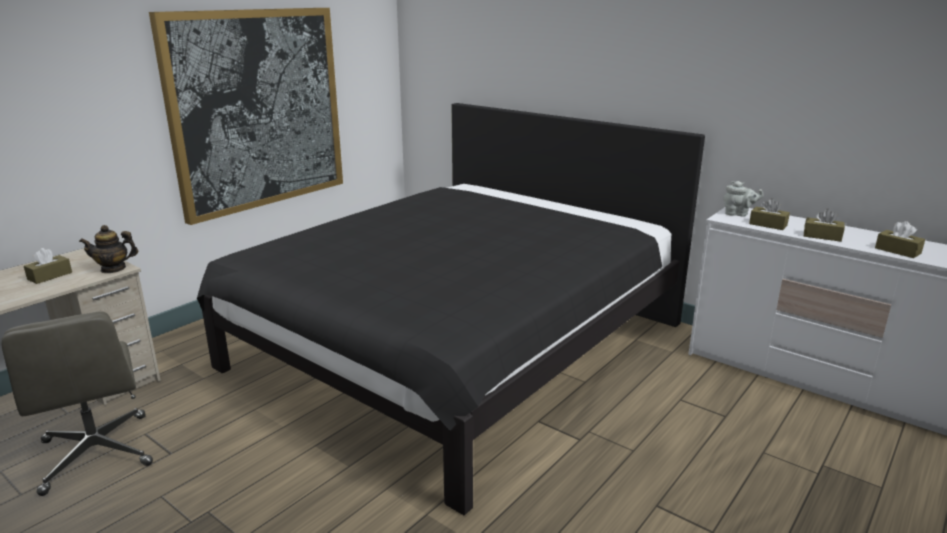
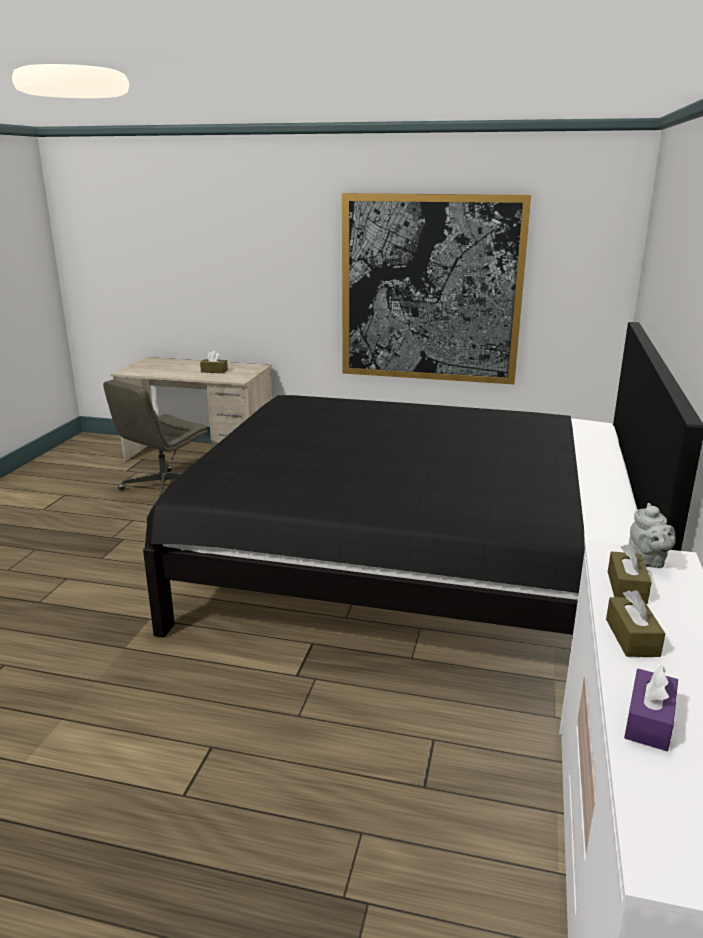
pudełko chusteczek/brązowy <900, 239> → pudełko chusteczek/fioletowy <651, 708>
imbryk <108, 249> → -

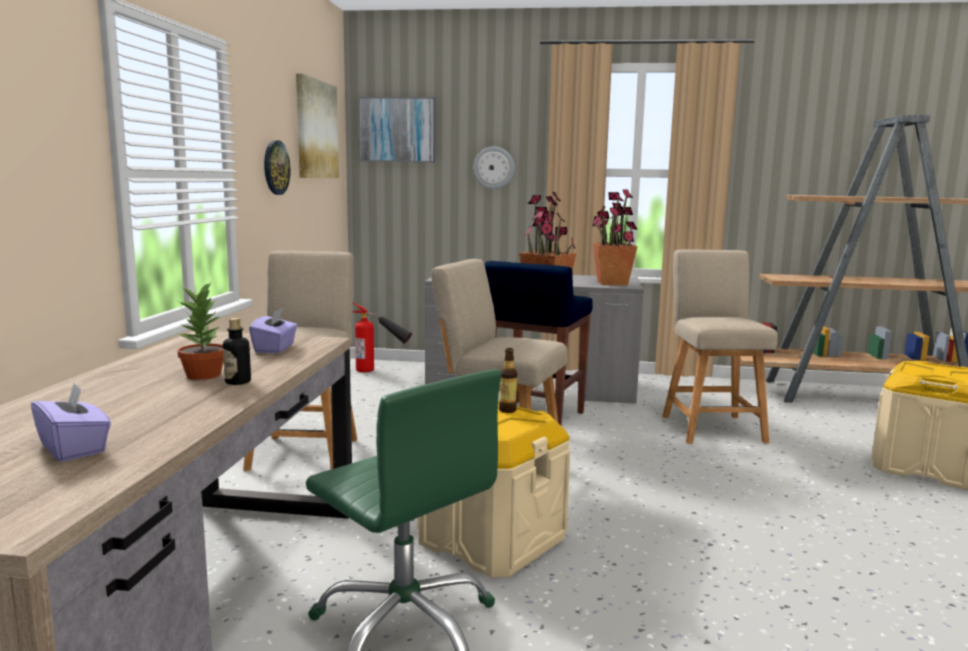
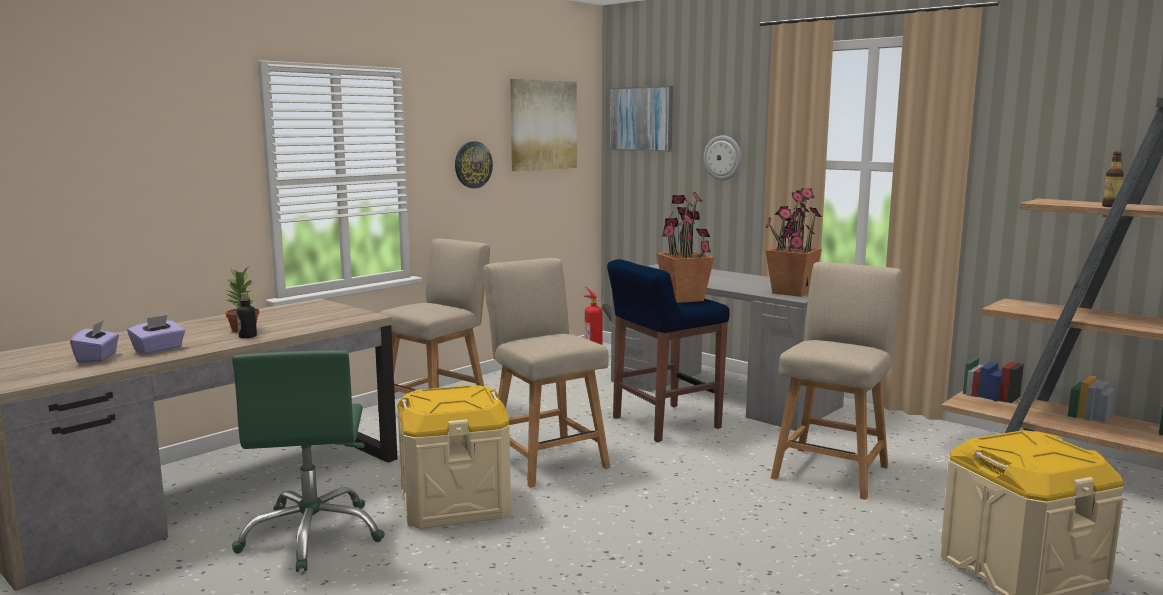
pudełko chusteczek/fioletowy <273, 330> → pudełko chusteczek/fioletowy <156, 335>, move
butelka <508, 380> → butelka <1113, 179>, move

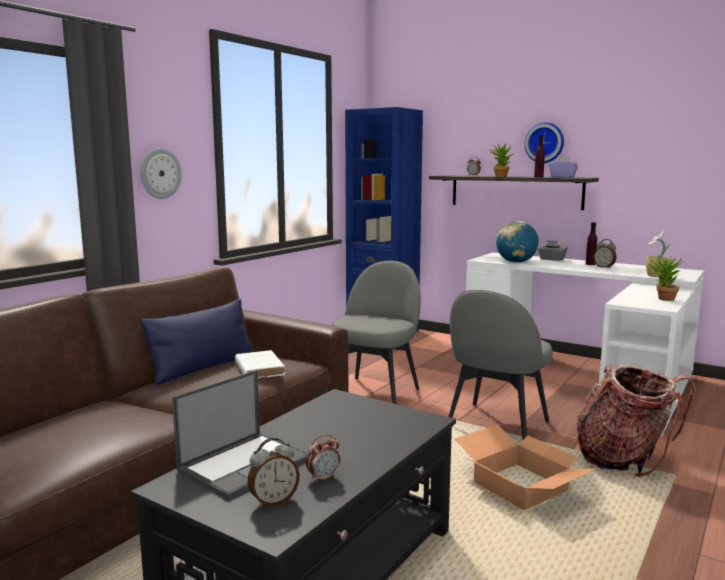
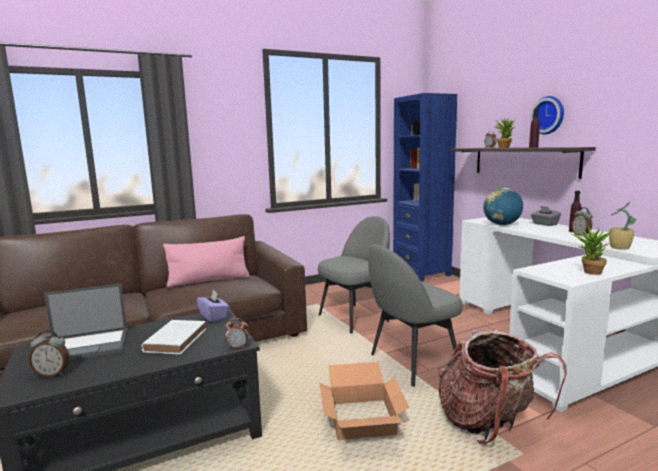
książka/biały <260, 364> → książka/biały <173, 337>, move
poduszka/niebieski <197, 342> → poduszka/różowy <206, 261>
pudełko chusteczek/fioletowy <563, 167> → pudełko chusteczek/fioletowy <213, 306>, move
budzik <323, 458> → budzik <236, 333>, move
zegar ścienny <161, 173> → -

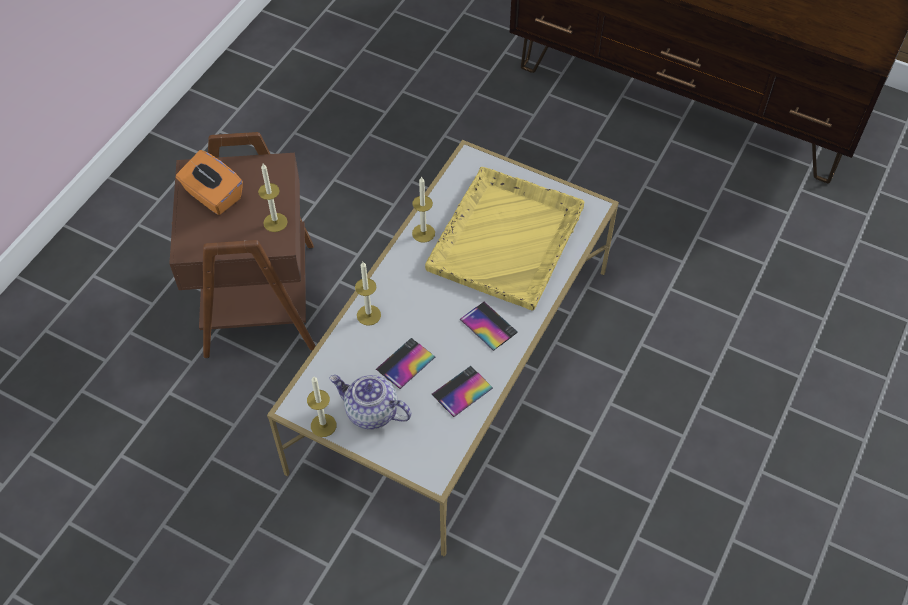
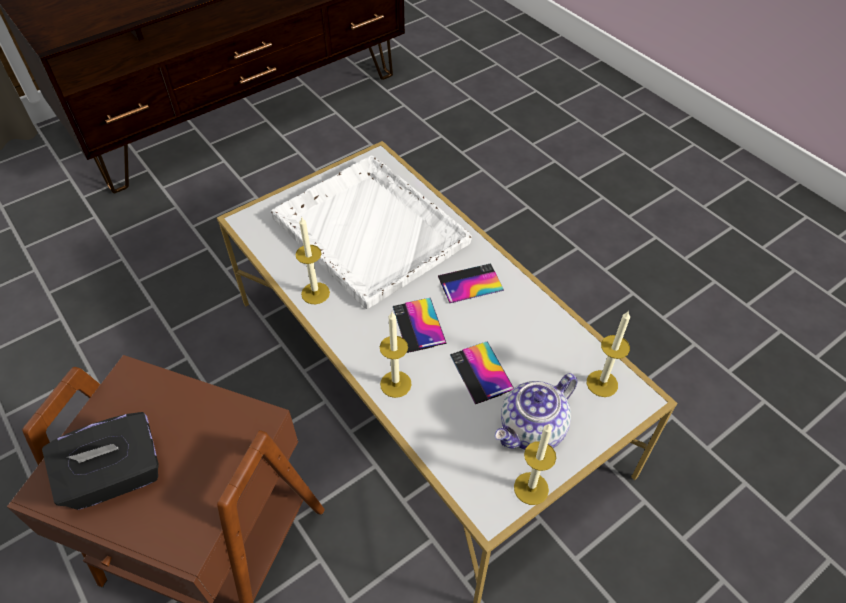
pudełko chusteczek/pomarańczowy <209, 182> → pudełko chusteczek/czarny <100, 461>
taca/żółty <504, 238> → taca/biały <371, 232>
telefon <462, 391> → telefon <420, 325>, move
świeca <273, 197> → świeca <608, 354>, move

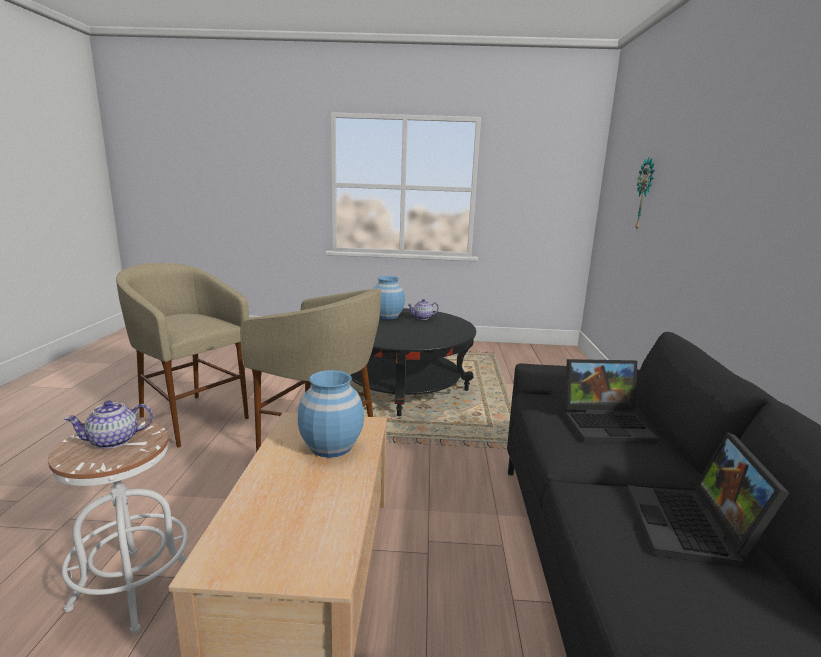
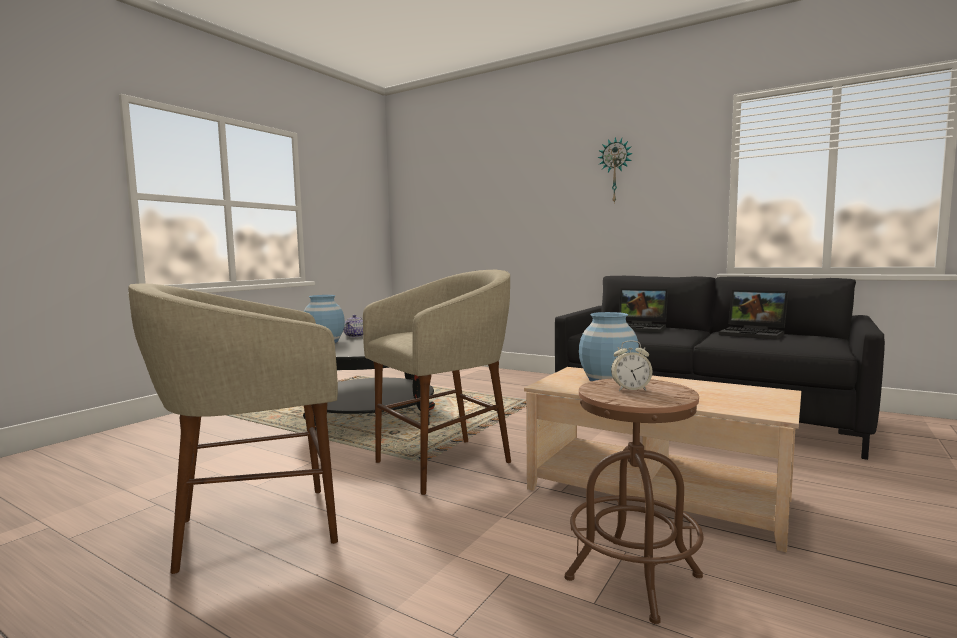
stołek/biały <118, 527> → stołek/brązowy <634, 501>
zegar ścienny <645, 194> → zegar ścienny <615, 170>, move
imbryk <108, 424> → budzik <631, 365>
laptop <611, 401> → laptop <643, 310>, 90 degrees clockwise

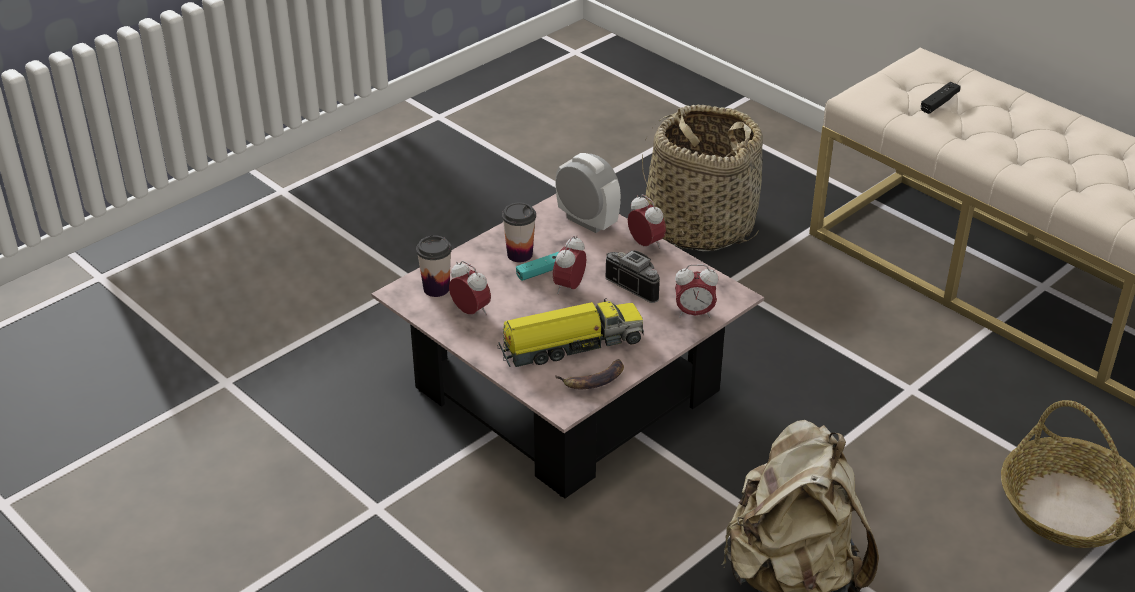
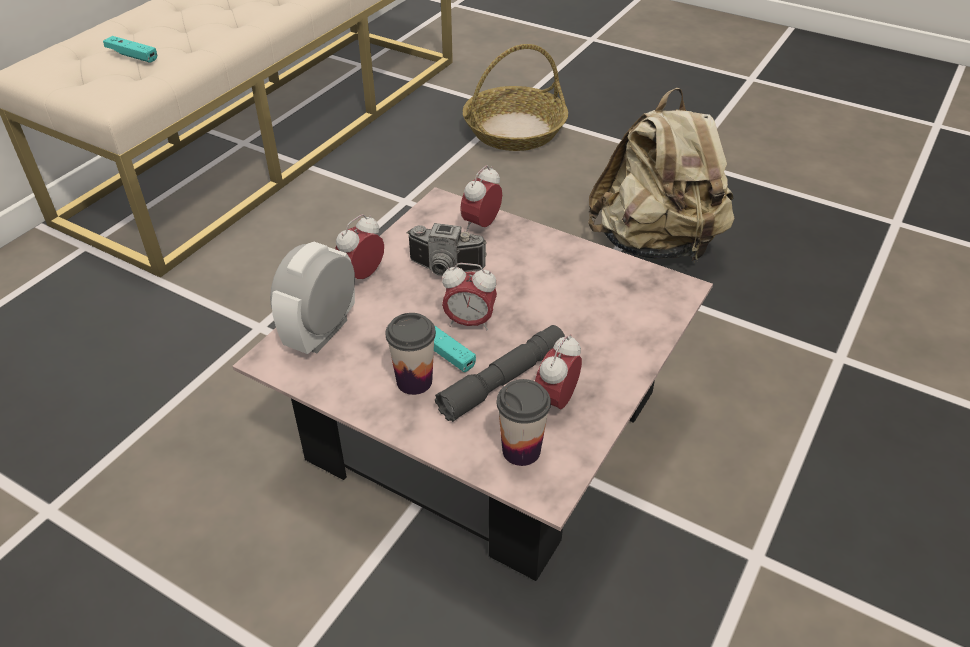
pad do gier/czarny <941, 98> → pad do gier/turkusowy <130, 49>
aparat fotograficzny <632, 276> → aparat fotograficzny <447, 249>, 105 degrees counterclockwise
- → latarka/szary <500, 373>
budzik <696, 291> → budzik <481, 198>, 135 degrees counterclockwise
ciężarówka zabawkowa <571, 333> → -
banan <589, 374> → -
koszyk <702, 178> → -

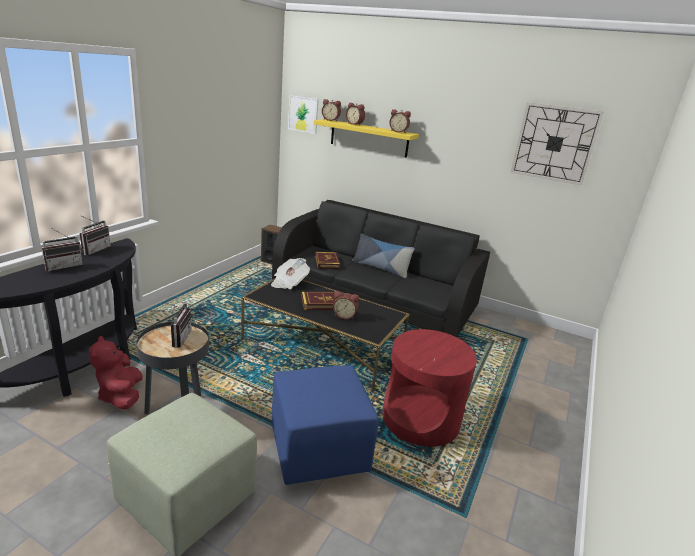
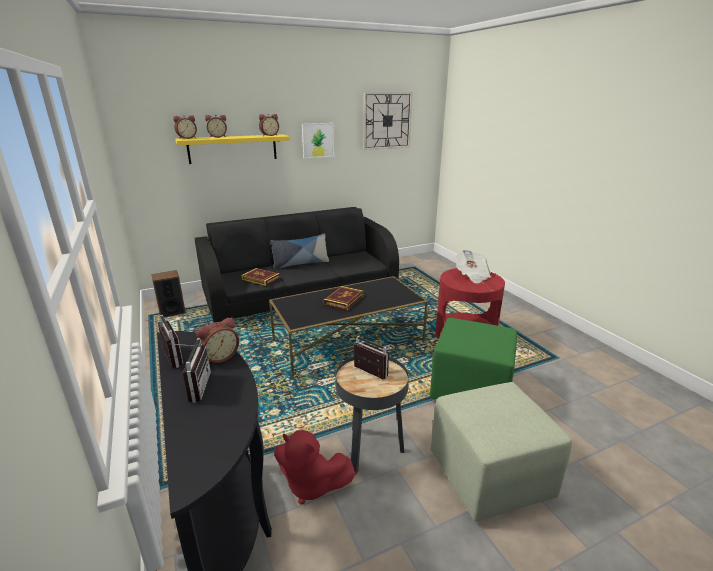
budzik <346, 305> → budzik <217, 340>, move
obraz <303, 114> → obraz <318, 140>, move
pufa/niebieski <325, 425> → pufa/zielony <473, 358>
gazeta <290, 273> → gazeta <474, 267>, move

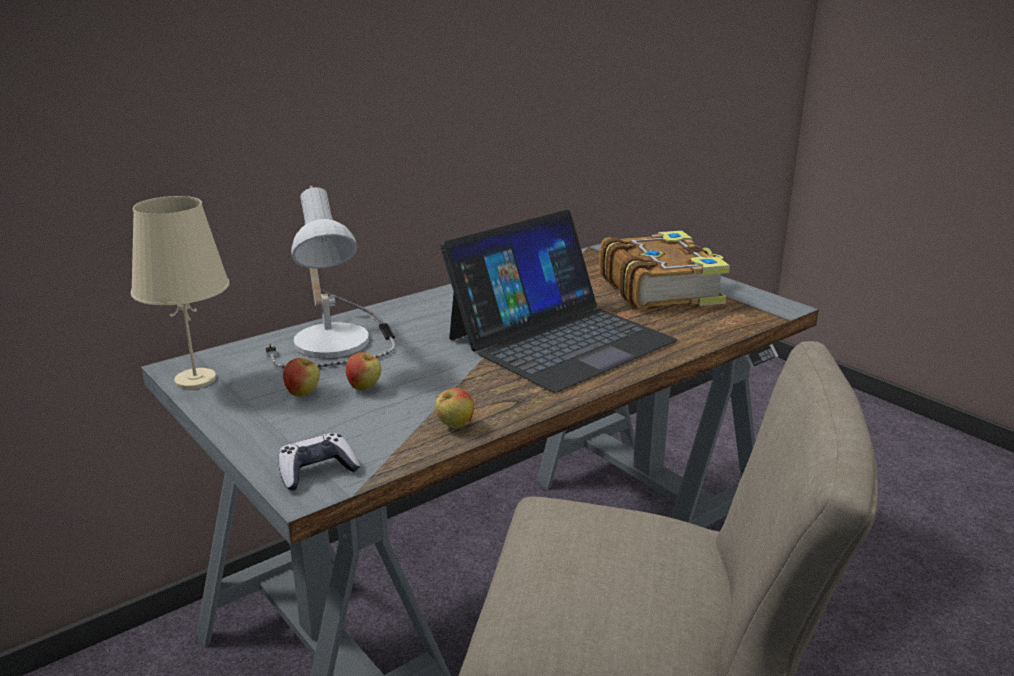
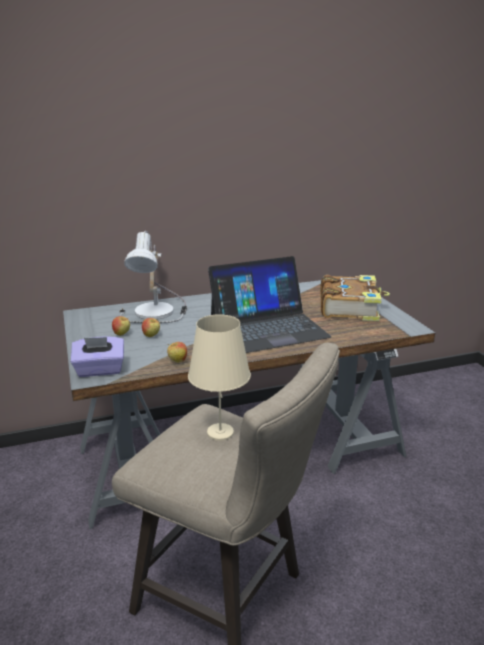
pad do gier <319, 461> → pudełko chusteczek/fioletowy <97, 357>
lampa stołowa/beżowy <180, 292> → lampa stołowa/beżowy <219, 377>, move

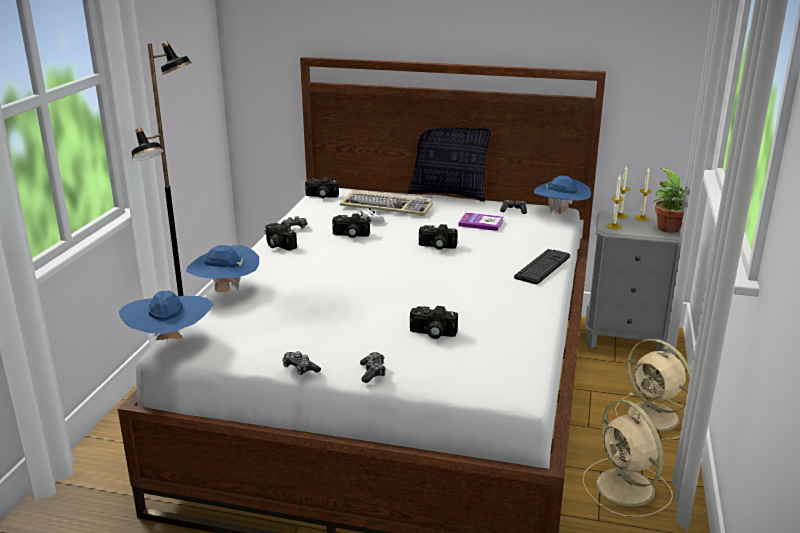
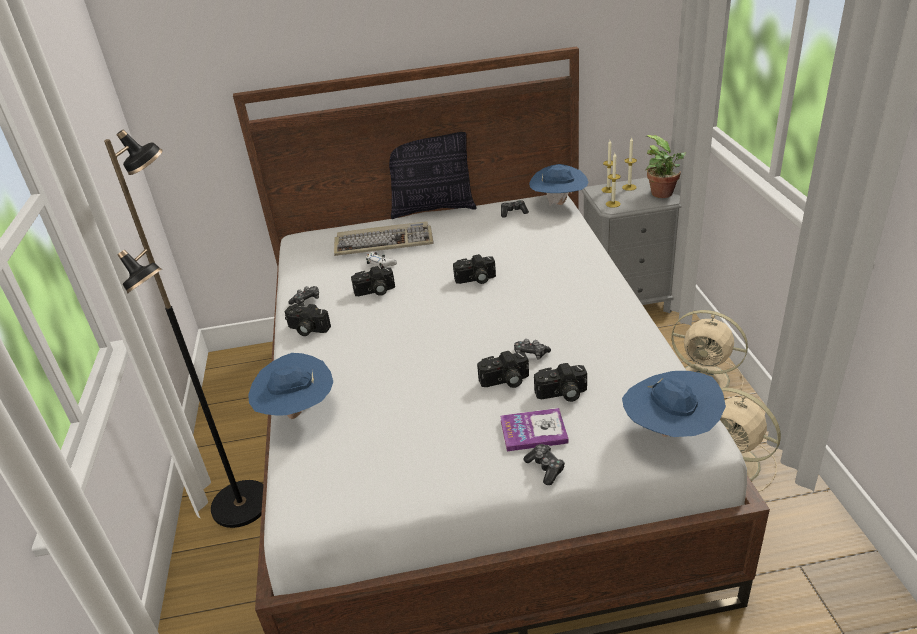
aparat fotograficzny <322, 187> → aparat fotograficzny <503, 369>, move
książka <481, 221> → książka <534, 429>, move
pad do gier <301, 363> → pad do gier <532, 349>, move
kapelusz/niebieski <166, 315> → kapelusz/niebieski <674, 404>, move
klawiatura <542, 267> → -

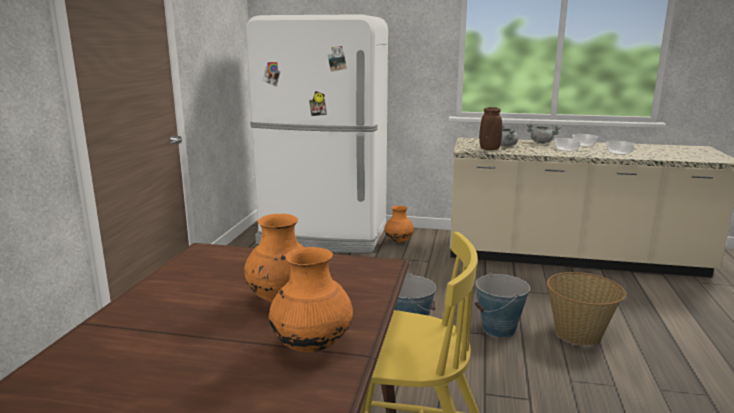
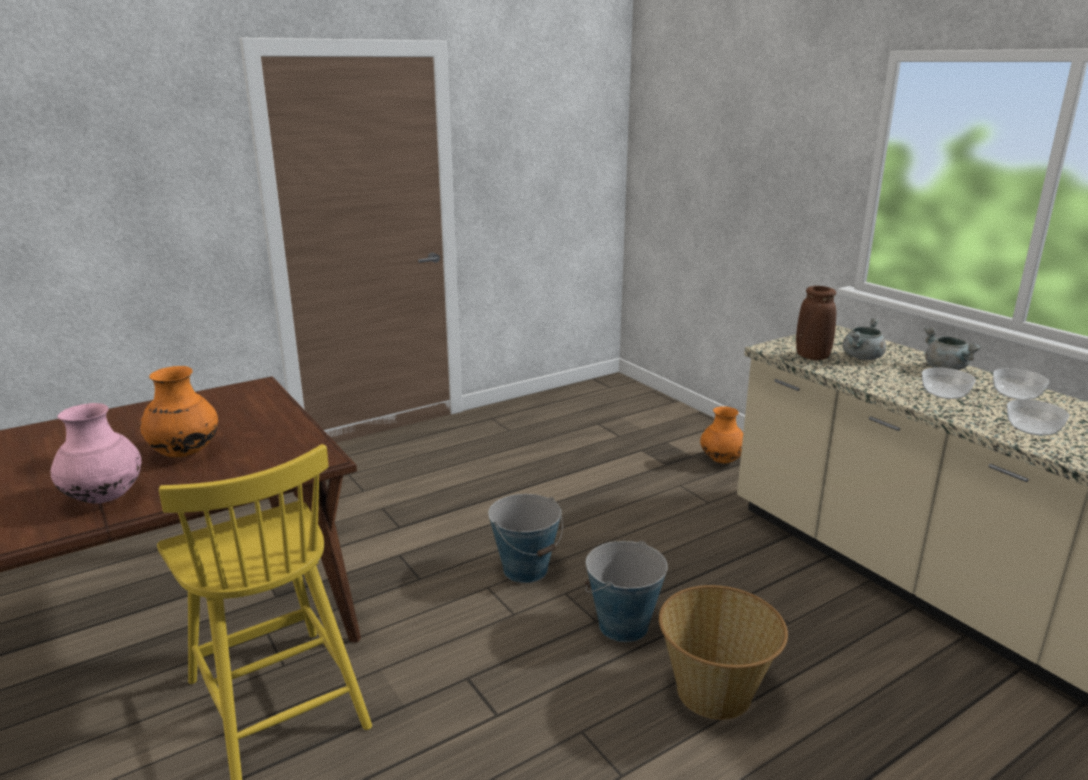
wazon/pomarańczowy <311, 300> → wazon/różowy <96, 453>
lodówka/biały <317, 133> → -

